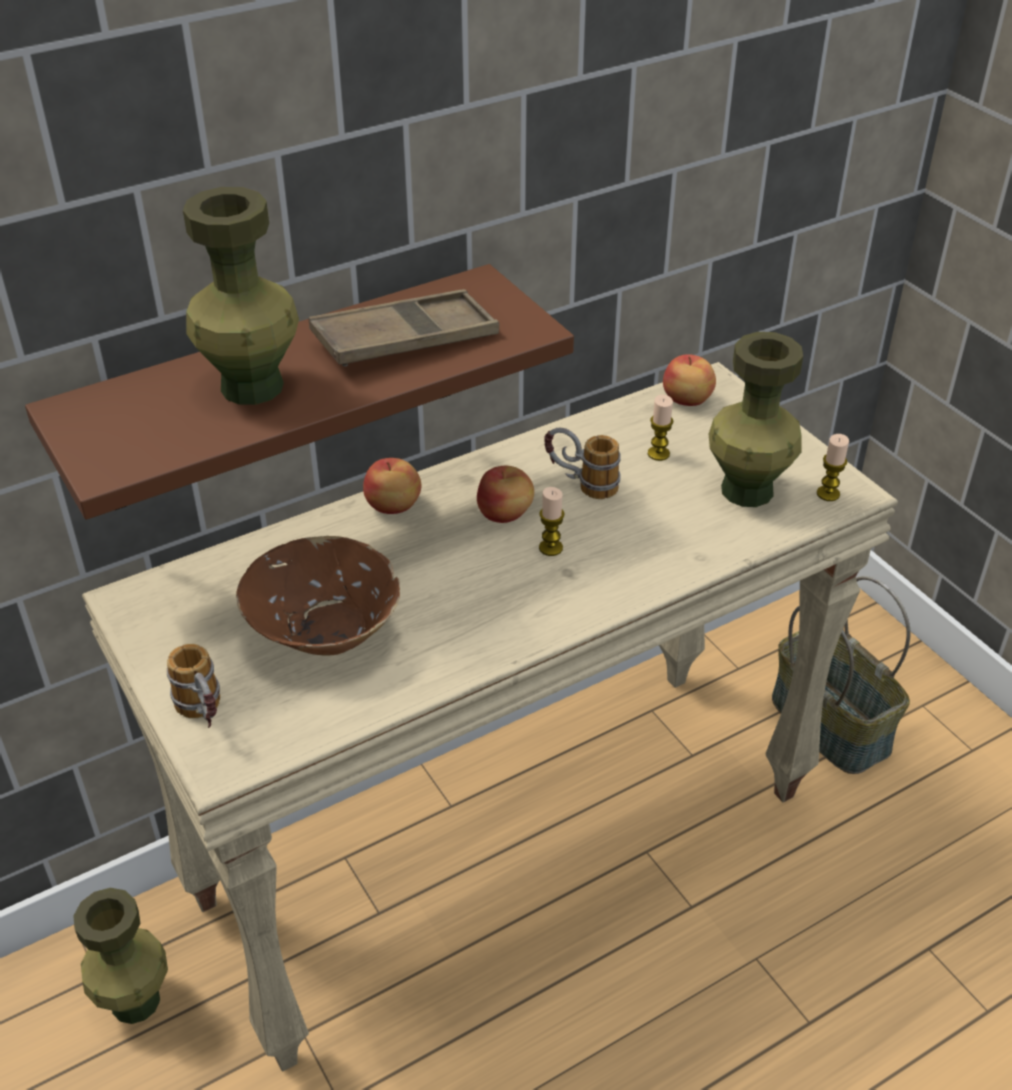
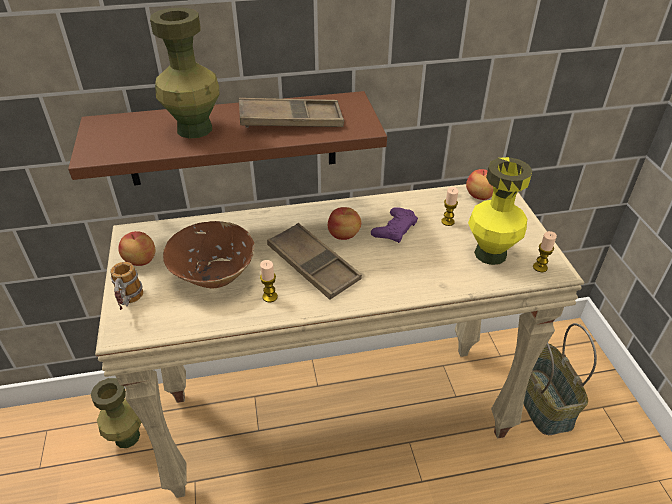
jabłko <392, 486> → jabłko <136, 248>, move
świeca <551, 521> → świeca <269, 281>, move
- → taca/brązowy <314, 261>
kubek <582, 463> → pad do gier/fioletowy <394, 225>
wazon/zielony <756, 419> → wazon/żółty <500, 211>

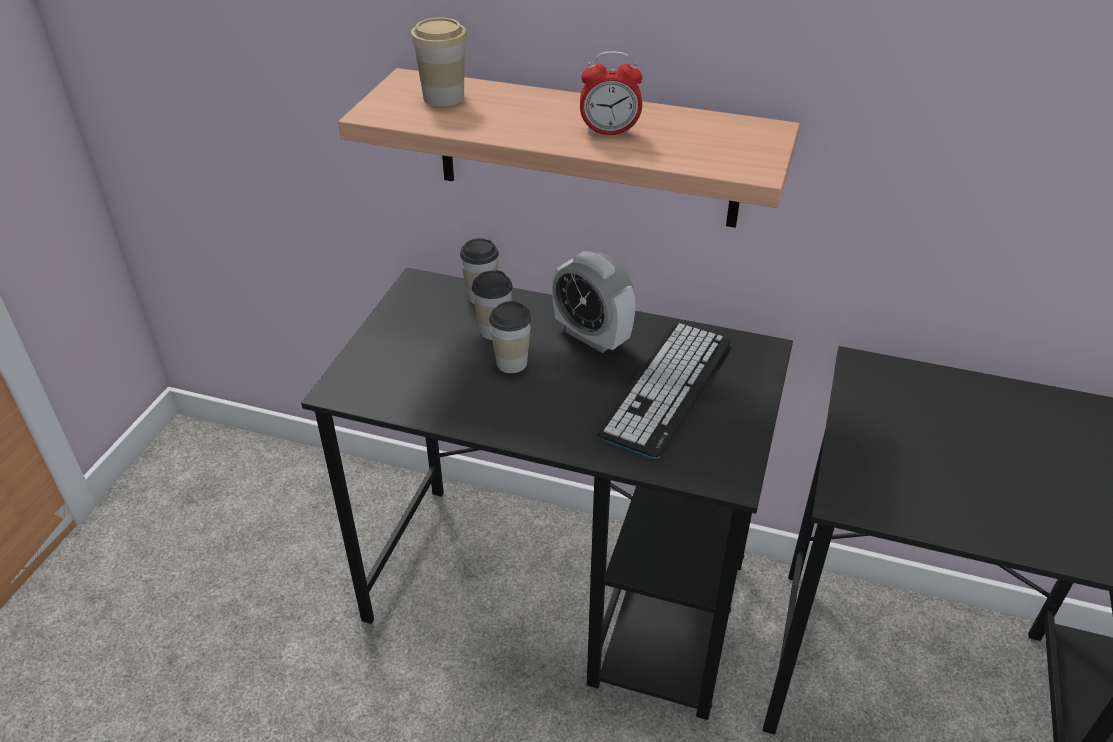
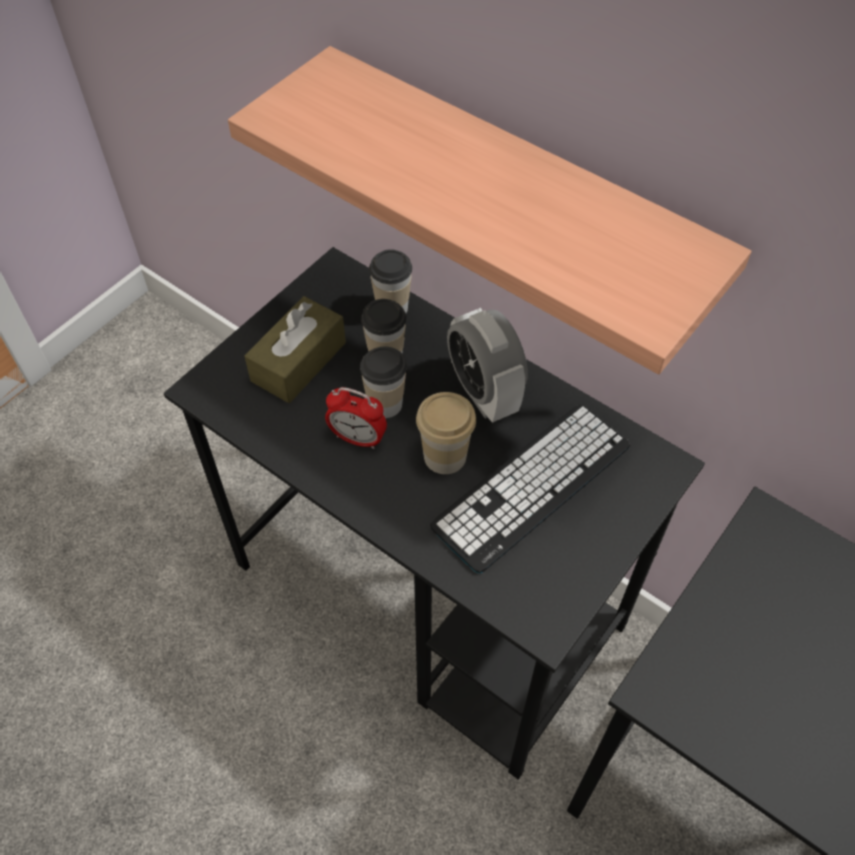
- → pudełko chusteczek/brązowy <295, 349>
budzik <611, 93> → budzik <356, 418>, move
filiżanka <439, 62> → filiżanka <446, 433>, move

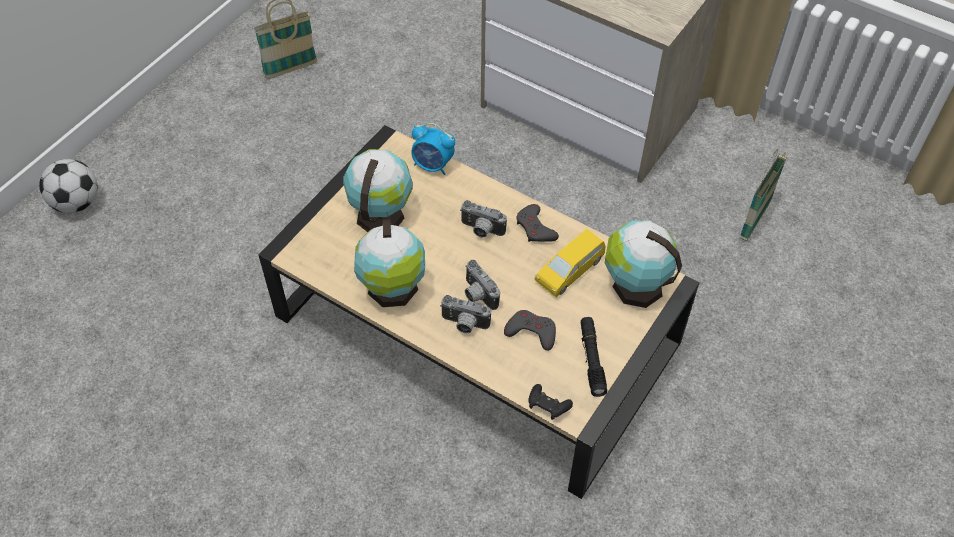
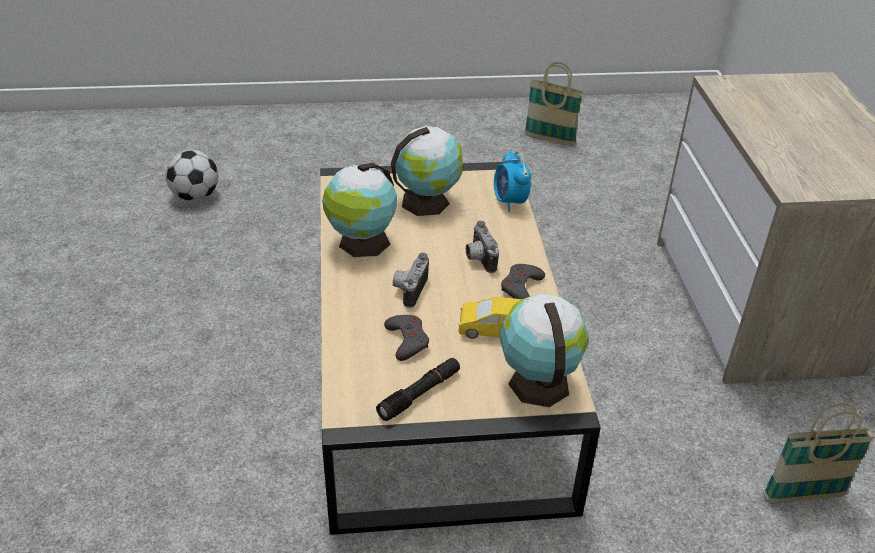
piłka futbolowa <68, 186> → piłka futbolowa <191, 175>, move
aparat fotograficzny <465, 314> → -
pad do gier/czarny <551, 402> → -

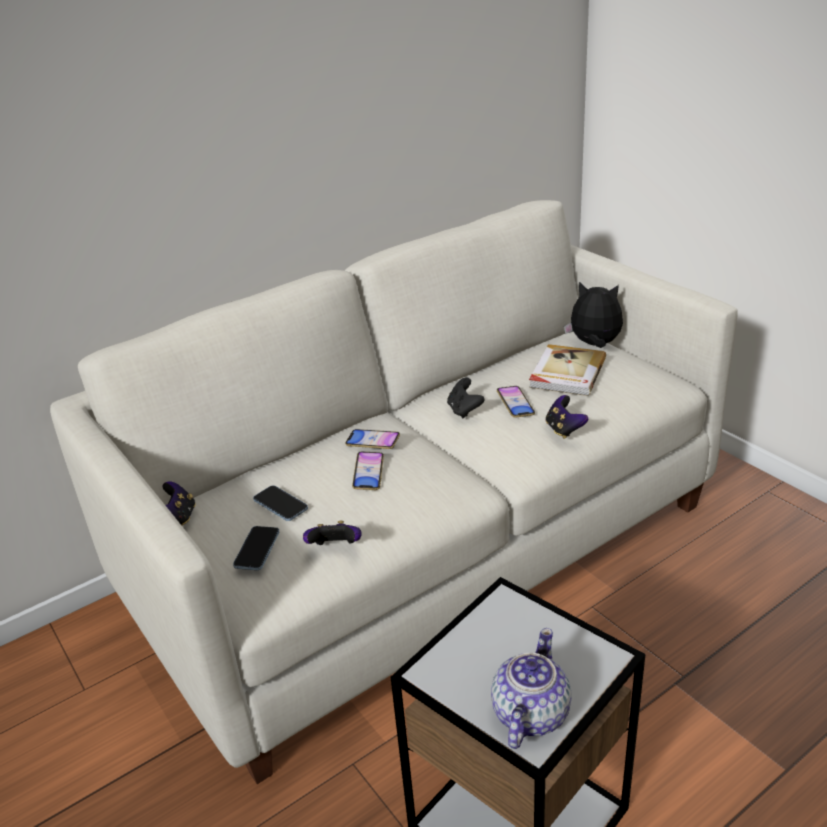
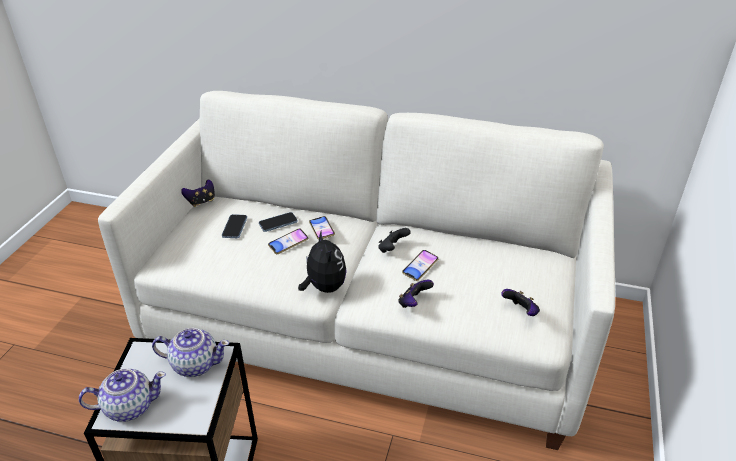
- → imbryk <190, 352>
telefon <256, 548> → telefon <278, 222>, move
pluszak <593, 315> → pluszak <322, 262>, move
pad do gier <332, 533> → pad do gier <520, 302>, move
książka <567, 370> → -

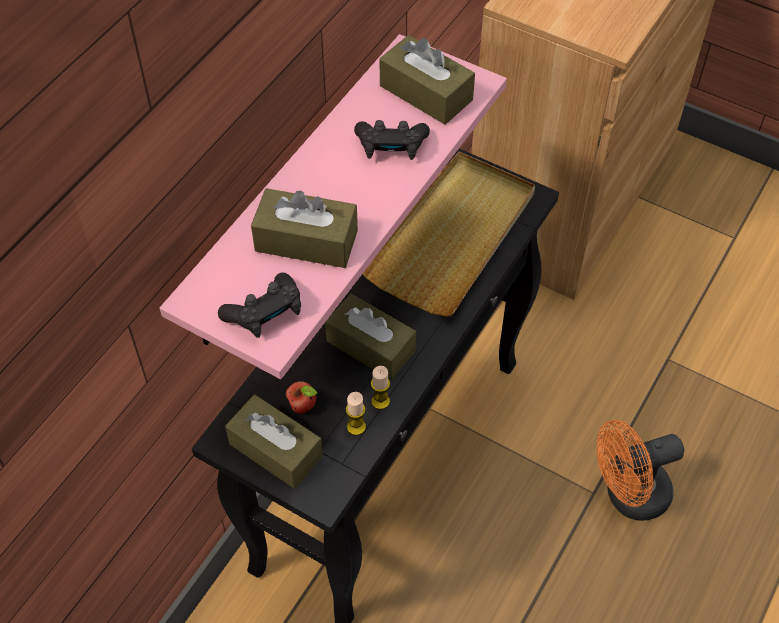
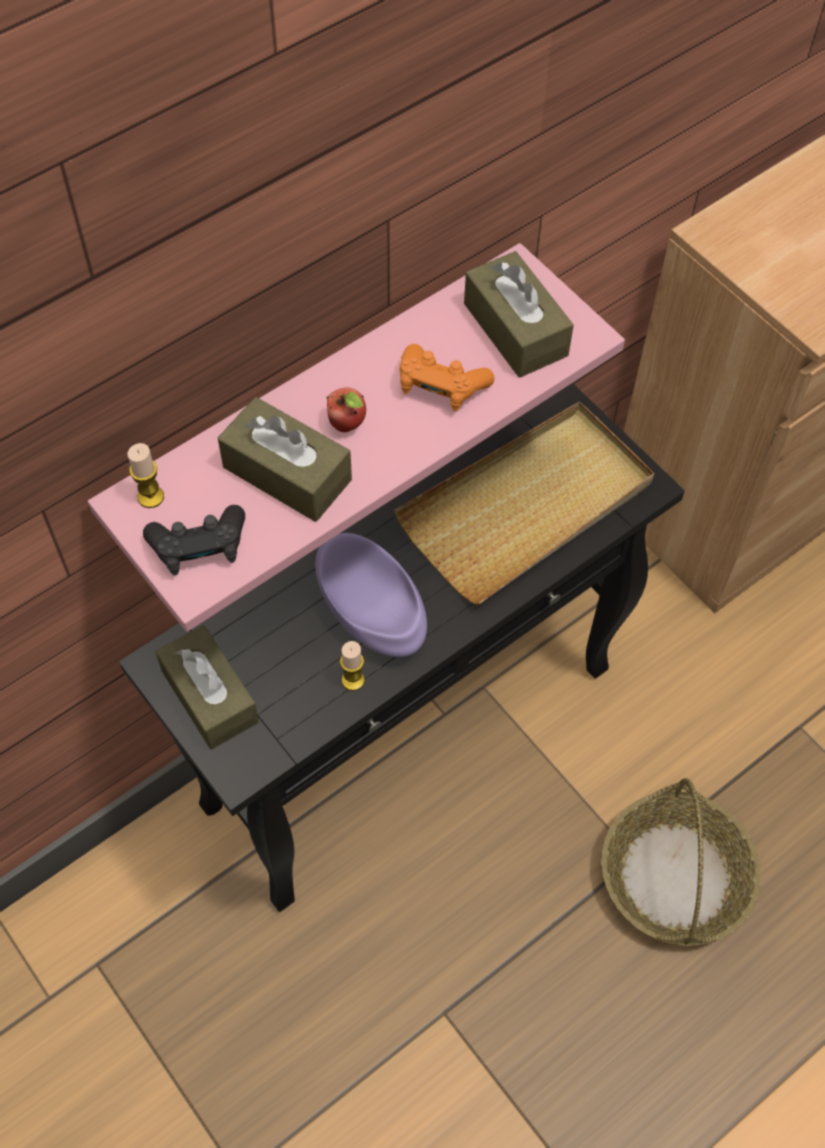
świeca <356, 414> → świeca <146, 475>, move
pudełko chusteczek/brązowy <370, 337> → miska/fioletowy <371, 595>
jabłko <301, 397> → jabłko <346, 409>, move
pad do gier/czarny <392, 140> → pad do gier/pomarańczowy <446, 378>
wentylator/pomarańczowy <640, 470> → koszyk <681, 862>

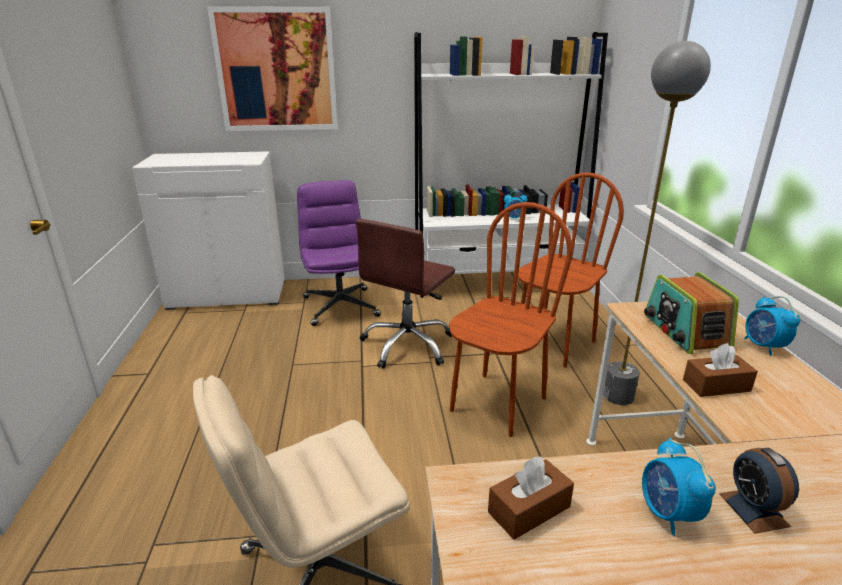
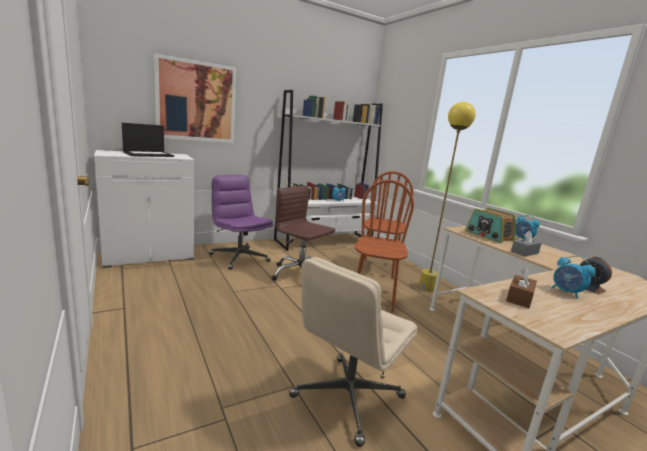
- → laptop <148, 140>
krzesło biurowe/brązowy <405, 294> → krzesło biurowe/brązowy <303, 233>, 120 degrees clockwise
lampa stojąca/szary <657, 223> → lampa stojąca/żółty <447, 197>
pudełko chusteczek/brązowy <720, 370> → pudełko chusteczek/szary <526, 244>

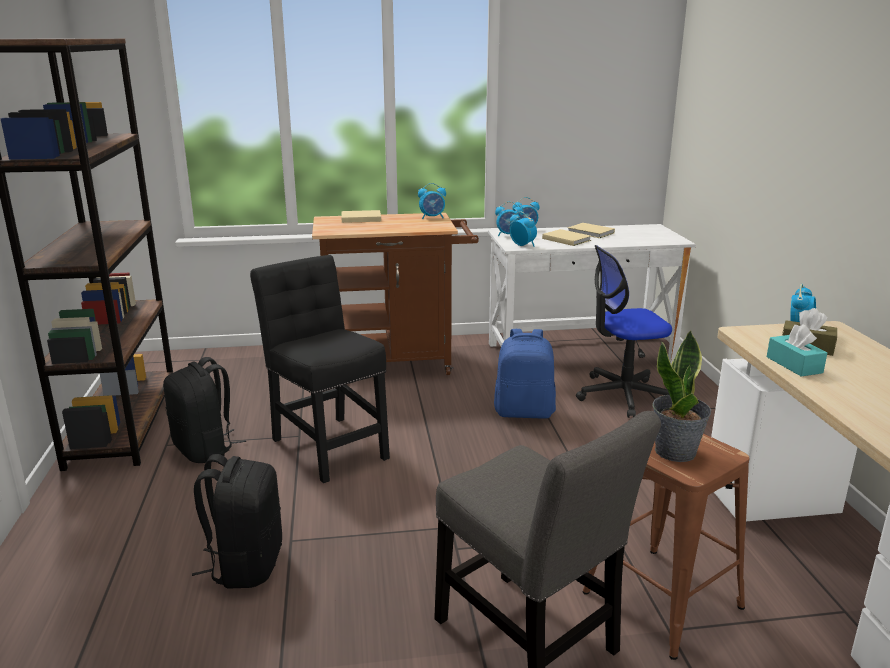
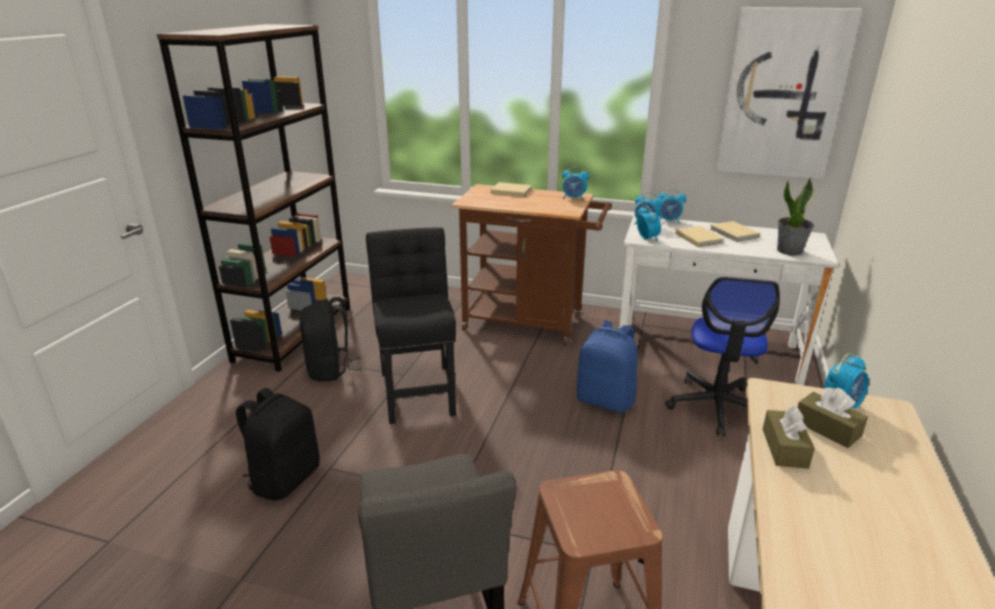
krzesło biurowe <624, 331> → krzesło biurowe <722, 356>, 90 degrees counterclockwise
- → obraz <789, 93>
pudełko chusteczek/turkusowy <797, 350> → pudełko chusteczek/brązowy <789, 437>
roślina doniczkowa <681, 396> → roślina doniczkowa <795, 216>, move

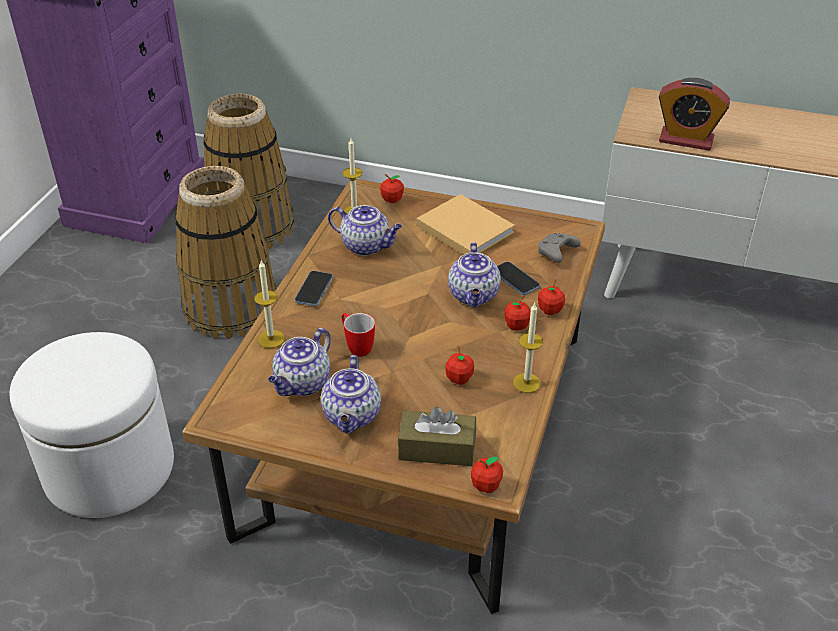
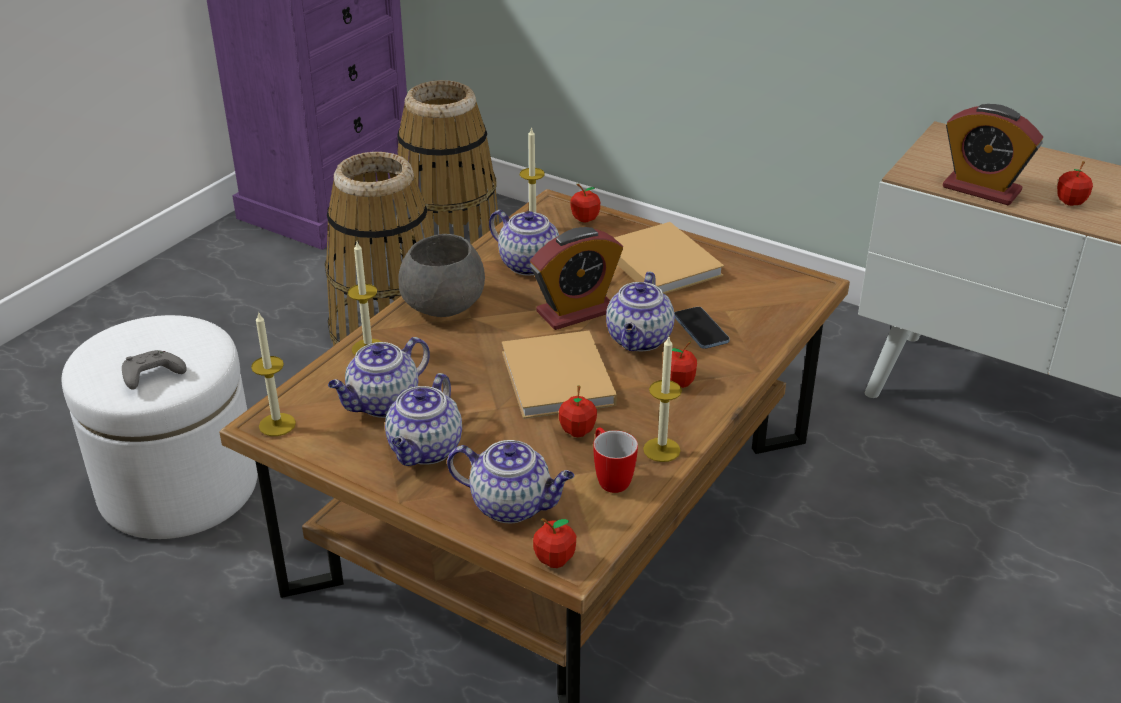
pad do gier/szary <559, 248> → pad do gier/szary <154, 370>, move
- → świeca <273, 373>
telefon <313, 288> → miska/szary <441, 275>
pudełko chusteczek/brązowy <437, 436> → imbryk <510, 482>
- → książka/beżowy <559, 375>
- → budzik <576, 278>
kubek <358, 335> → kubek <615, 460>, move
jabłko <551, 297> → jabłko <1075, 183>, move

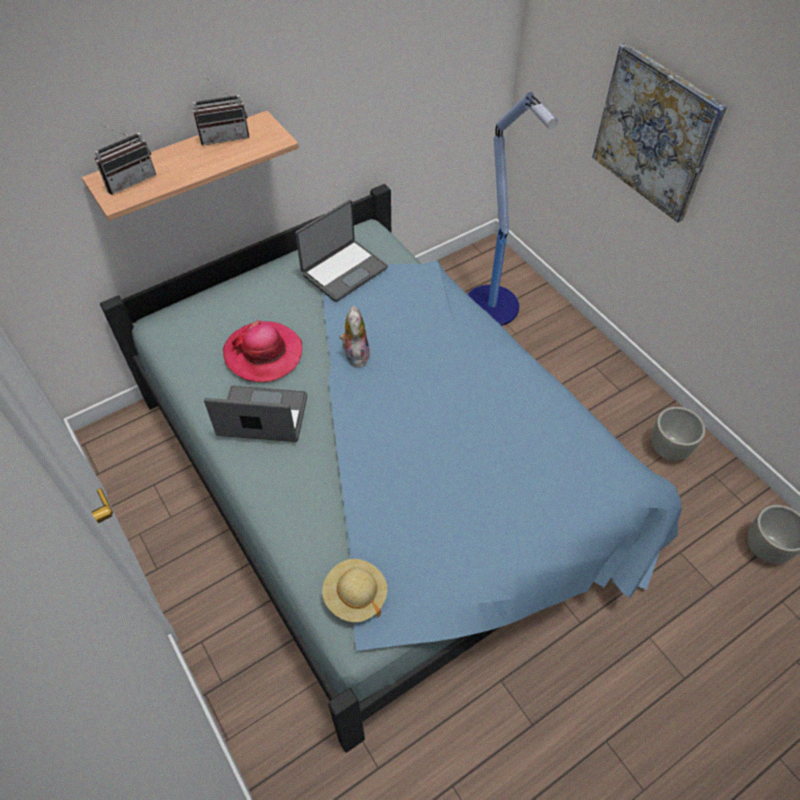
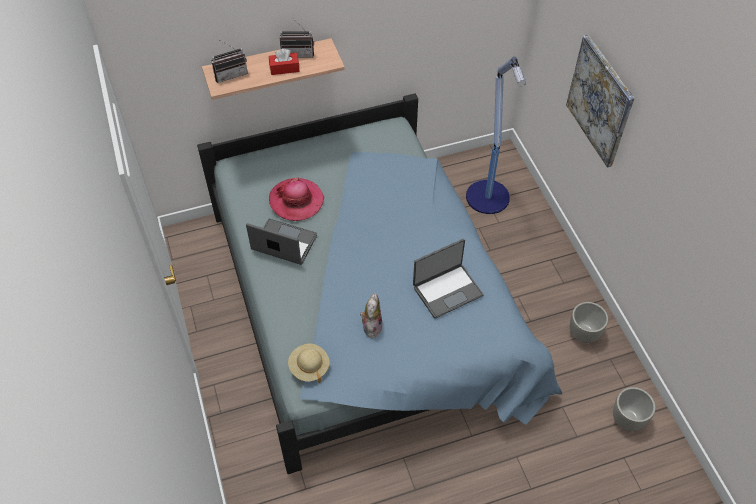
- → pudełko chusteczek/czerwony <284, 62>
pluszak <355, 337> → pluszak <371, 315>, move
laptop <341, 251> → laptop <448, 278>, move

